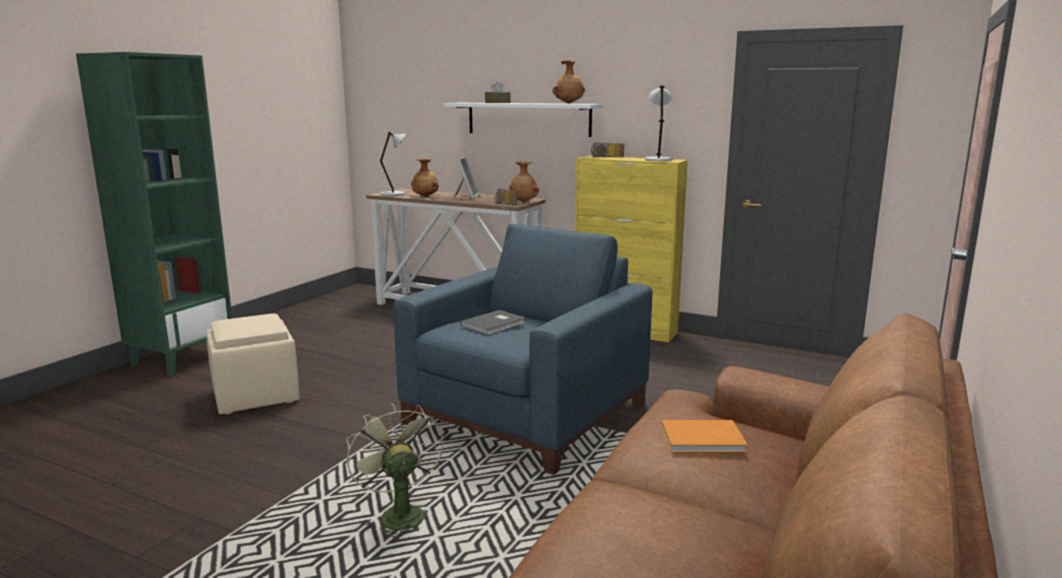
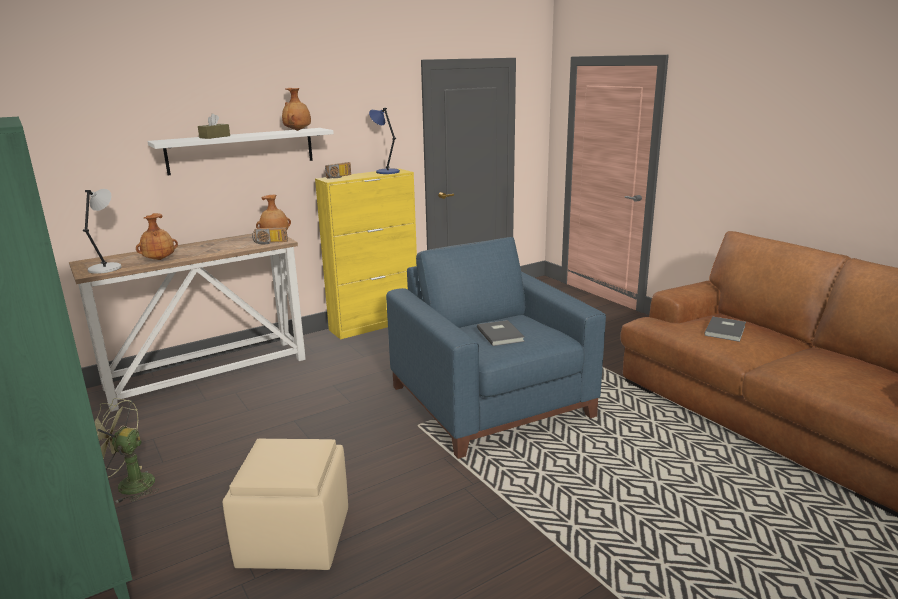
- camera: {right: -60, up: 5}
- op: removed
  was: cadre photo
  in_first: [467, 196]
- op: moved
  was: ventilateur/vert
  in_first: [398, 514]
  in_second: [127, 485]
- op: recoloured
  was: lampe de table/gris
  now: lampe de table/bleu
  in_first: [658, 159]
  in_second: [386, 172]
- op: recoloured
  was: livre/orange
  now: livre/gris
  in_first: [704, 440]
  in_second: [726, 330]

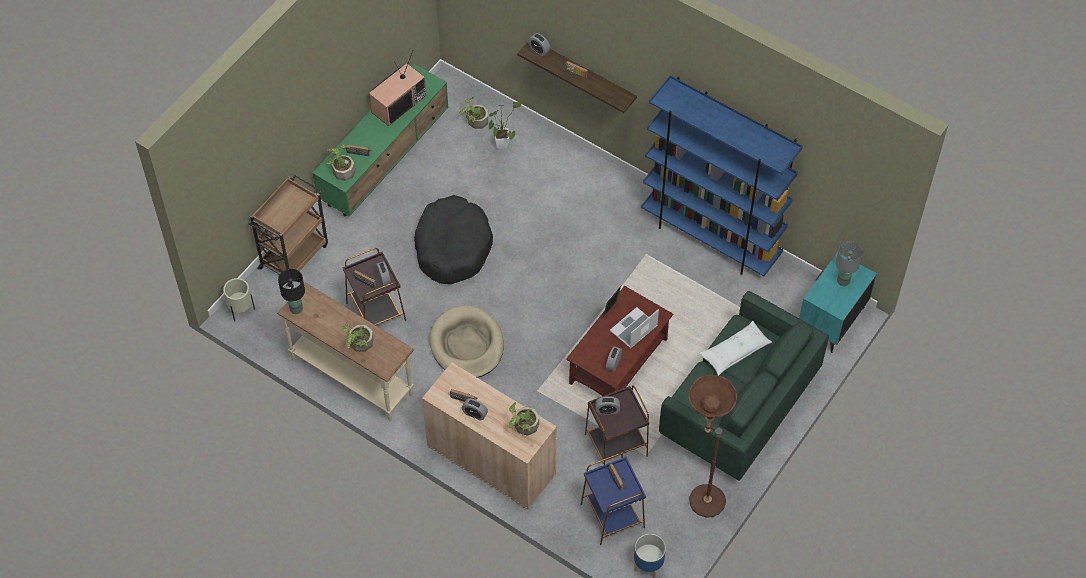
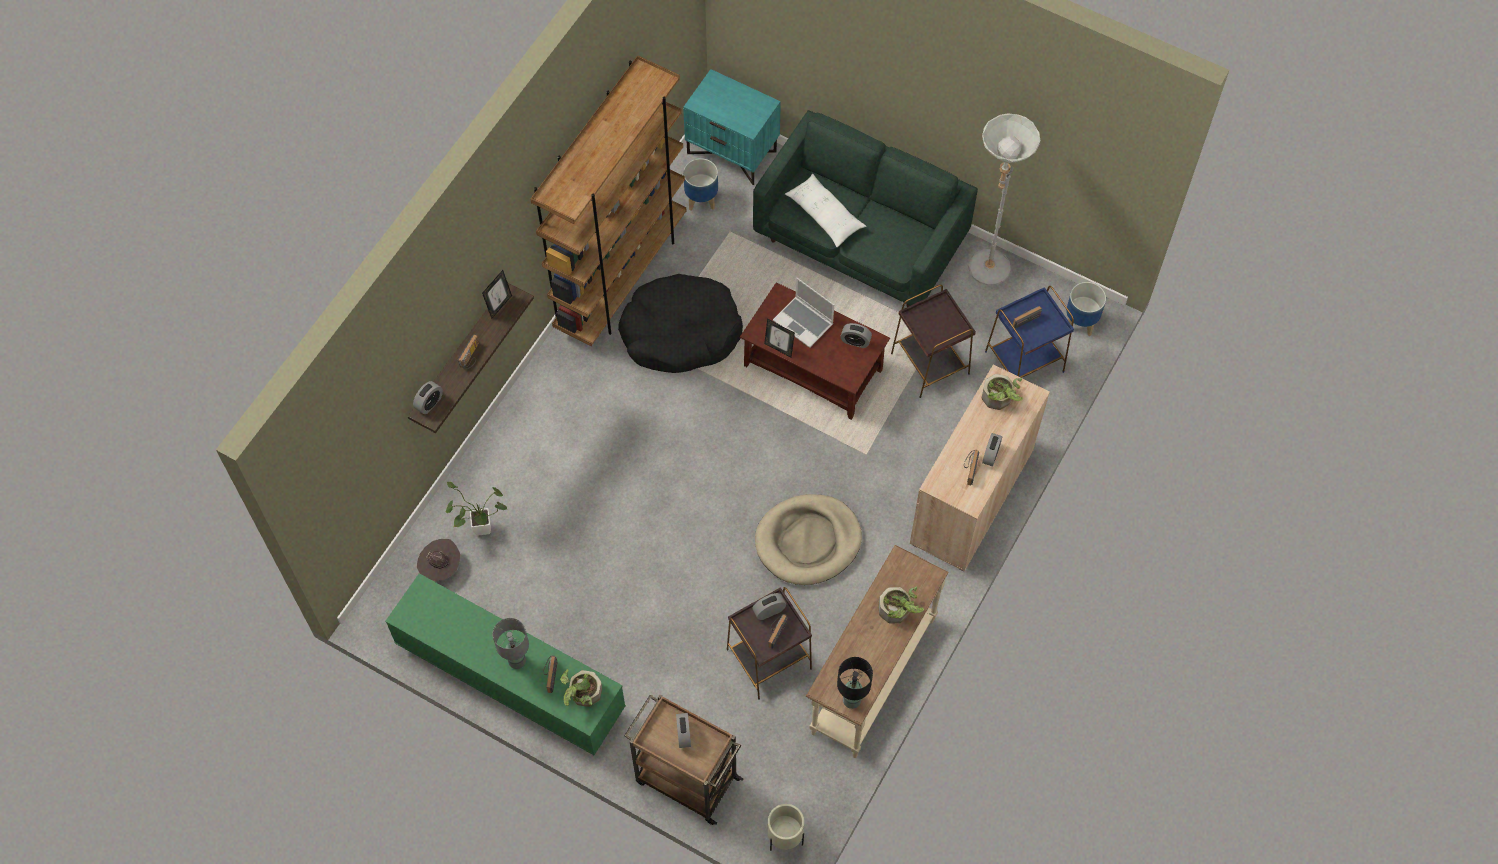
- camera: {right: -95, up: 5}
- op: removed
  was: téléviseur
  in_first: [398, 103]
- op: added
  now: cadre photo
  in_second: [499, 305]
- op: added
  now: cache-pot
  in_second: [702, 199]
- op: moved
  was: panier pour chien/noir
  in_first: [452, 247]
  in_second: [680, 332]
- op: moved
  was: réveil
  in_first: [607, 410]
  in_second: [683, 734]
- op: moved
  was: lampe de table/gris
  in_first: [843, 280]
  in_second: [516, 661]
- op: replaced
  was: plante en pot
  now: chapeau/marron
  in_first: [475, 121]
  in_second: [441, 567]
- op: recoloured
  was: bibliothèque/bleu
  now: bibliothèque/marron
  in_first: [711, 238]
  in_second: [621, 277]
- op: recoloured
  was: lampadaire/marron
  now: lampadaire/gris
  in_first: [700, 497]
  in_second: [984, 275]

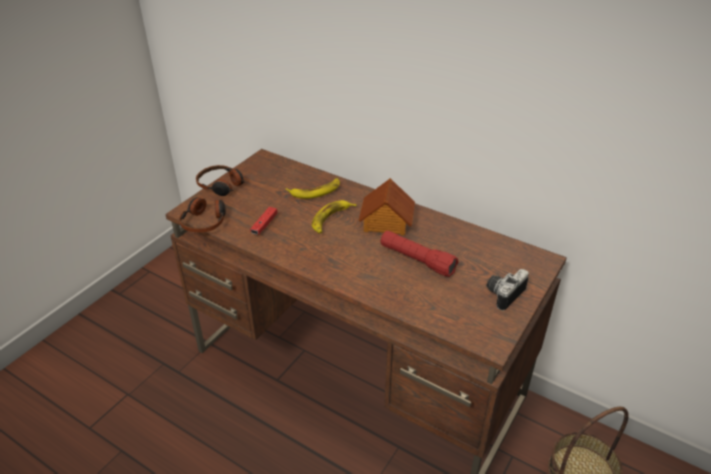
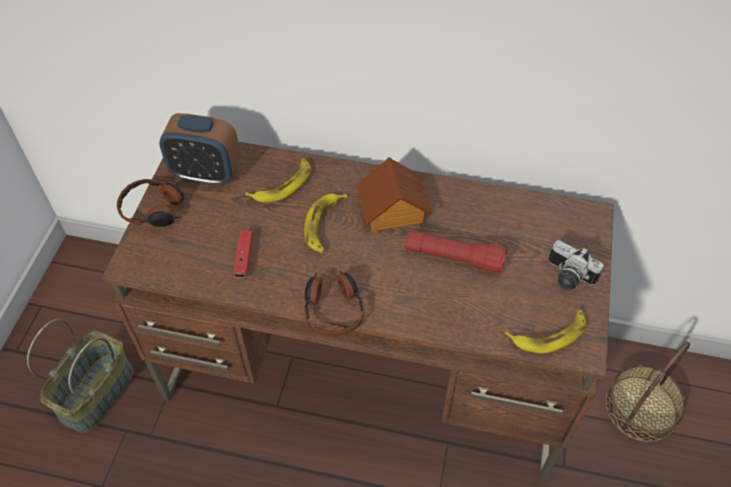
- camera: {right: -20, up: 15}
- op: added
  now: panier
  in_second: [96, 392]
- op: added
  now: réveil
  in_second: [206, 173]
- op: added
  now: banane
  in_second: [549, 334]
- op: moved
  was: casque audio
  in_first: [205, 221]
  in_second: [333, 308]
- op: turned
  was: appareil photo
  in_first: [503, 293]
  in_second: [567, 277]
  clockwise: -75

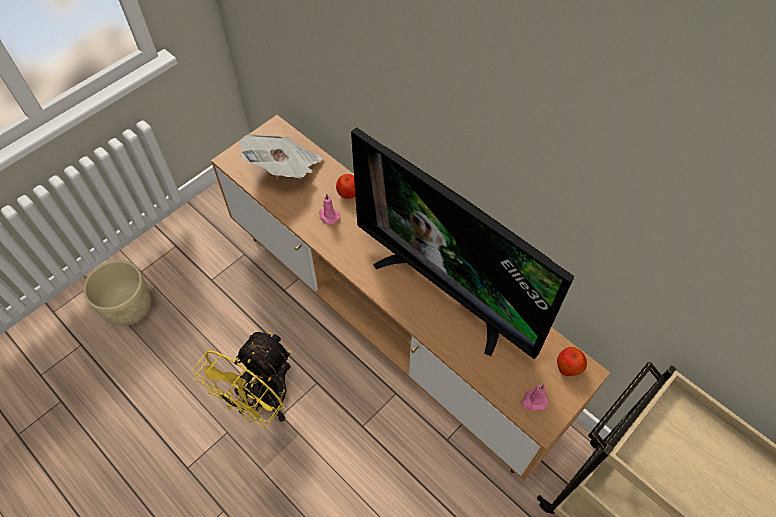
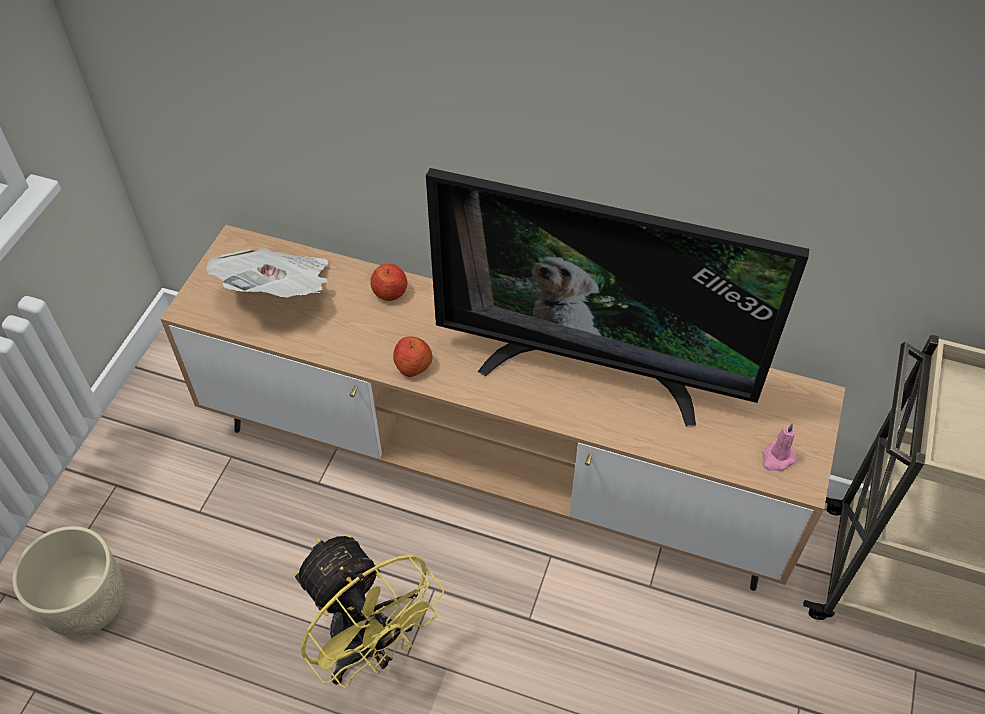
- camera: {right: -25, up: -5}
- op: removed
  was: bougie/rose
  in_first: [328, 216]
- op: moved
  was: pomme
  in_first: [568, 366]
  in_second: [413, 365]
- op: turned
  was: ventilateur/jaune
  in_first: [262, 401]
  in_second: [369, 648]
  clockwise: -45

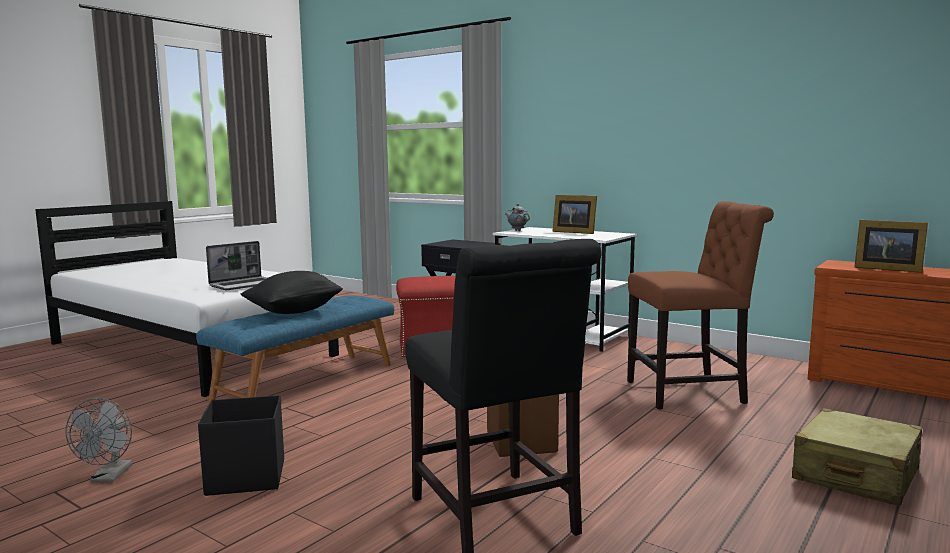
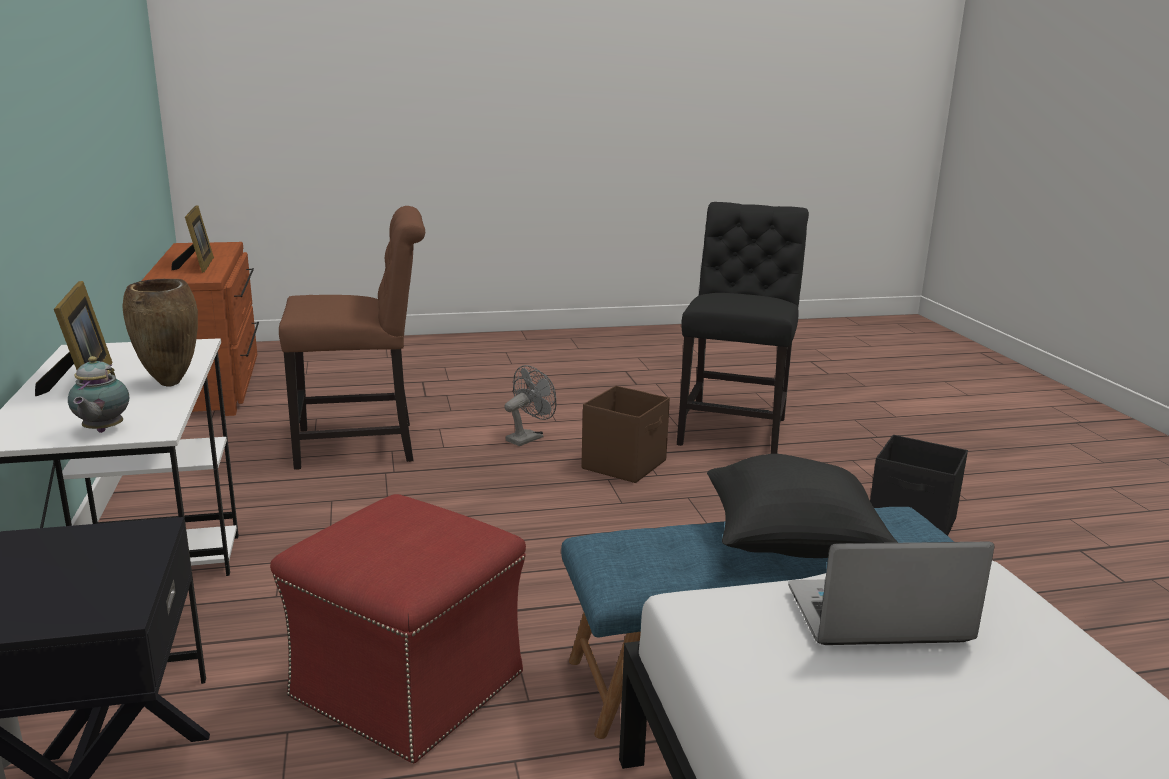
- camera: {right: -140, up: 10}
- op: removed
  was: valise/beige
  in_first: [855, 475]
- op: added
  now: vase/marron
  in_second: [170, 384]
- op: moved
  was: ventilateur/gris
  in_first: [109, 477]
  in_second: [528, 437]
- op: turned
  was: chaise/marron
  in_first: [691, 392]
  in_second: [363, 445]
  clockwise: 135

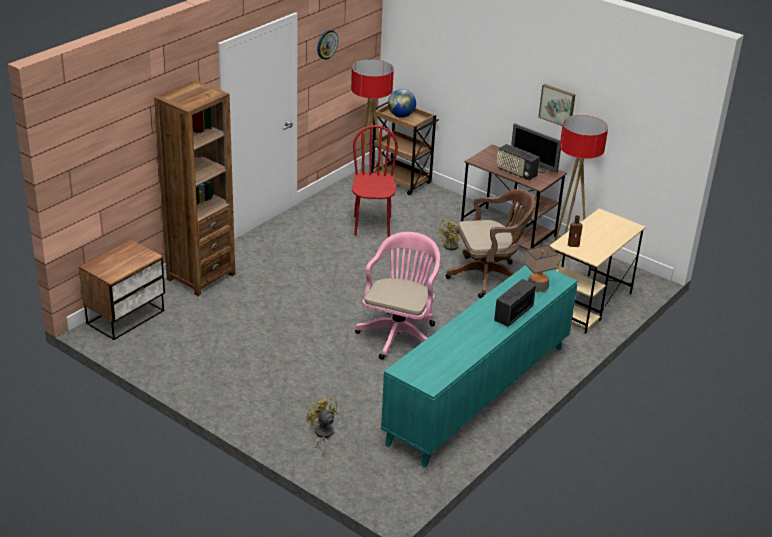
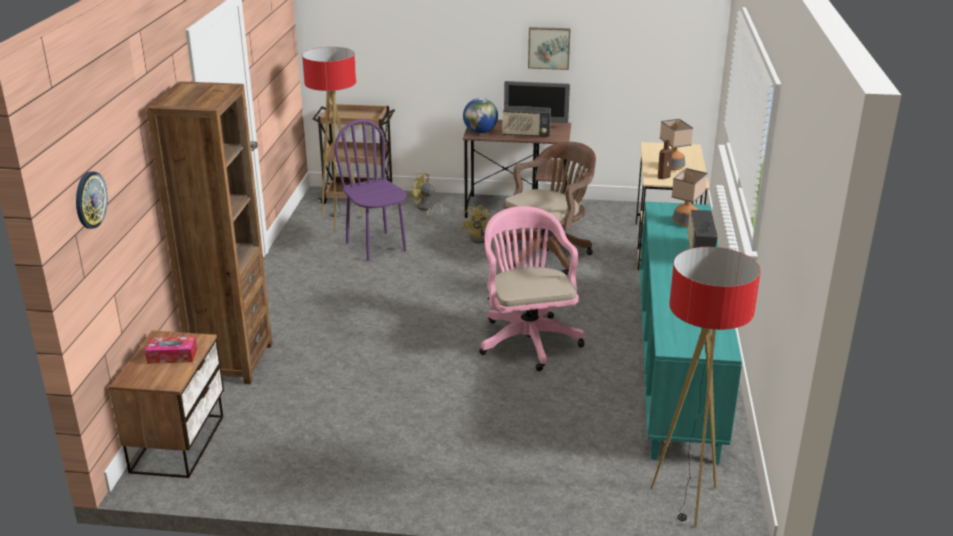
- camera: {right: -30, up: -5}
- op: added
  now: boîte à mouchoirs
  in_second: [172, 356]
- op: added
  now: lampe de table
  in_second: [672, 167]
- op: moved
  was: ventilateur/jaune
  in_first: [322, 435]
  in_second: [426, 209]
- op: moved
  was: horloge murale
  in_first: [327, 44]
  in_second: [90, 199]
- op: moved
  was: globe
  in_first: [401, 116]
  in_second: [480, 132]
- op: moved
  was: lampadaire
  in_first: [565, 260]
  in_second: [687, 501]
- op: recoloured
  was: chaise/rouge
  now: chaise/violet
  in_first: [372, 226]
  in_second: [376, 246]

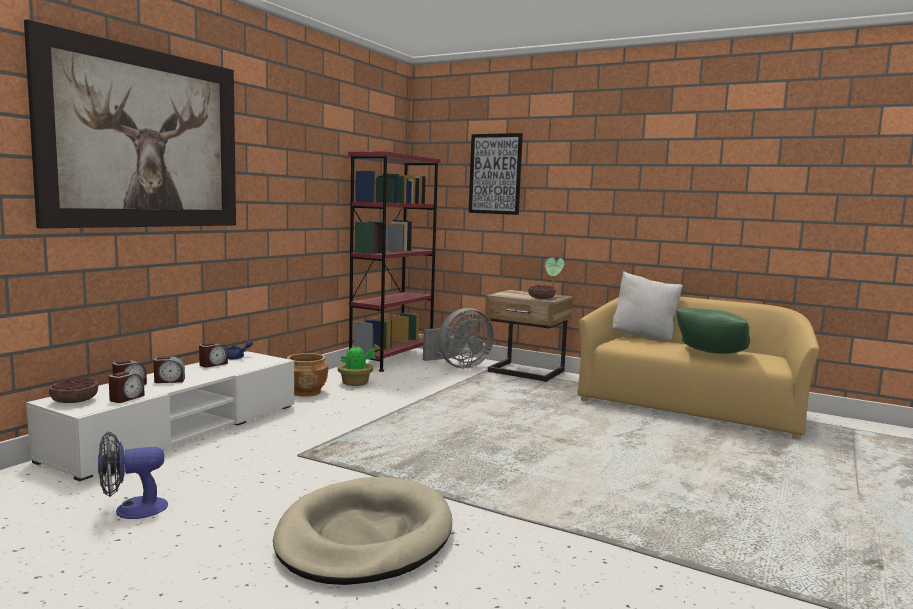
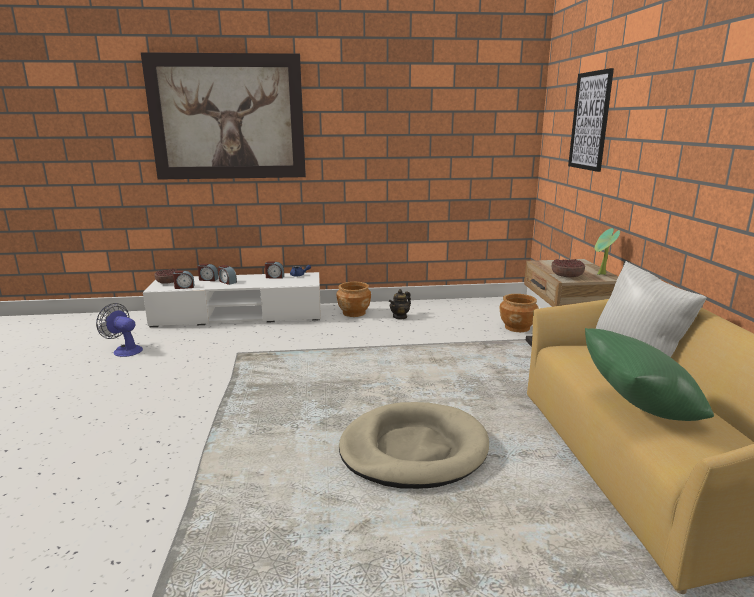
- camera: {right: 55, up: 10}
- op: removed
  was: bibliothèque/rouge
  in_first: [392, 359]
- op: moved
  was: panier pour chien/beige
  in_first: [364, 537]
  in_second: [413, 449]
- op: replaced
  was: plante en pot
  now: théière
  in_first: [356, 383]
  in_second: [400, 317]
- op: replaced
  was: ventilateur/gris
  now: cache-pot/marron
  in_first: [459, 366]
  in_second: [517, 327]

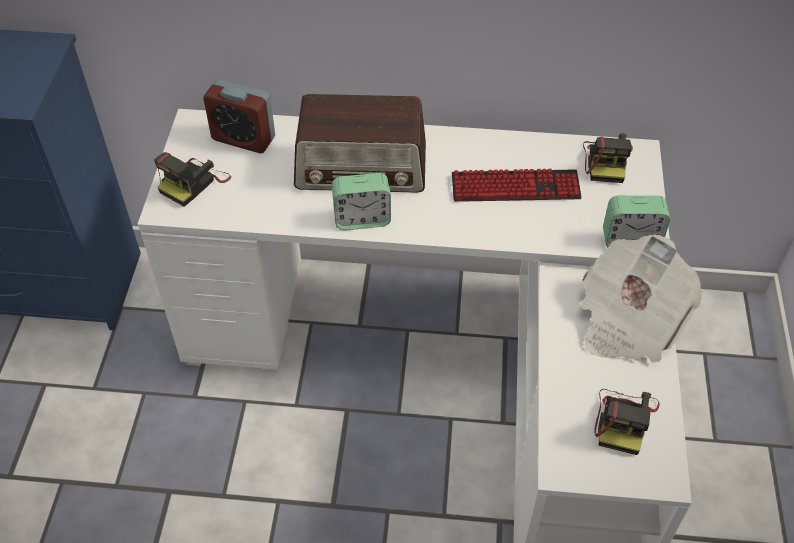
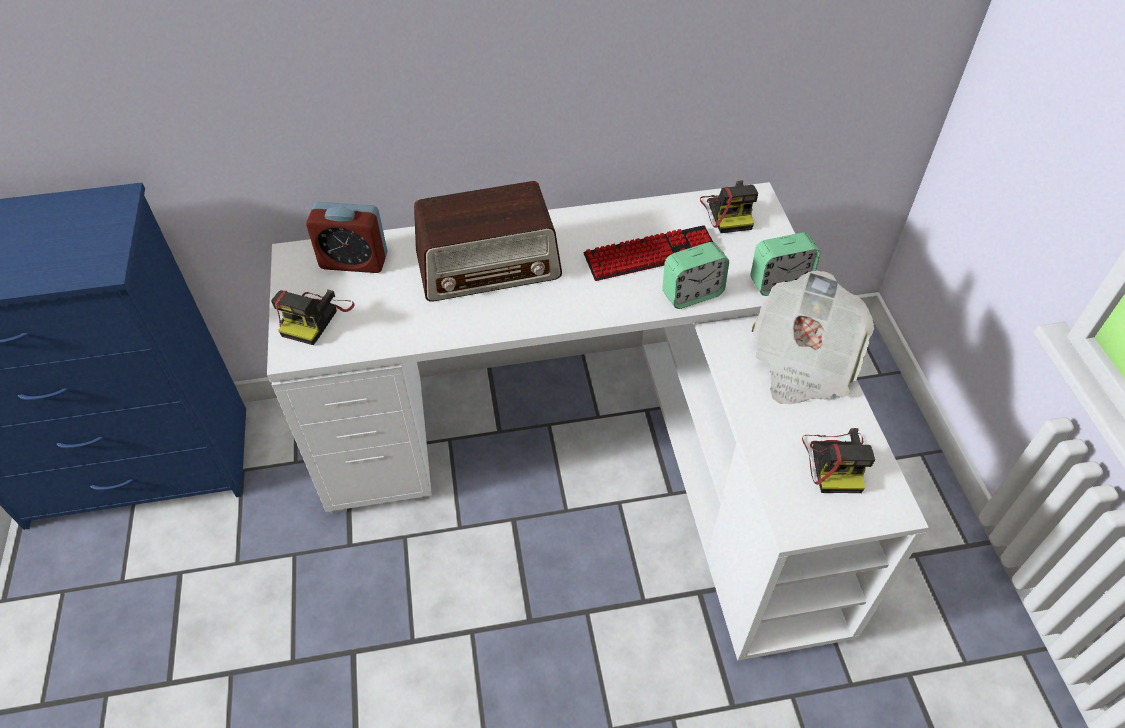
- camera: {right: -15, up: 0}
- op: moved
  was: réveil
  in_first: [362, 219]
  in_second: [692, 294]

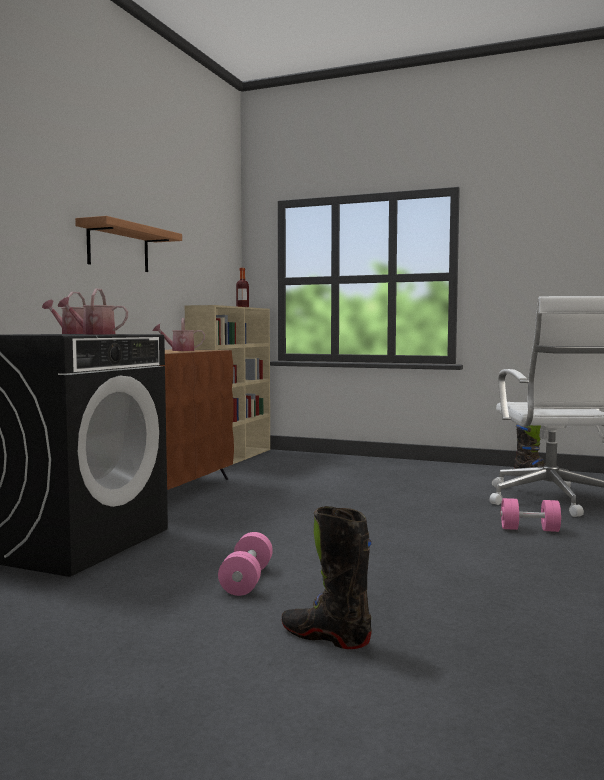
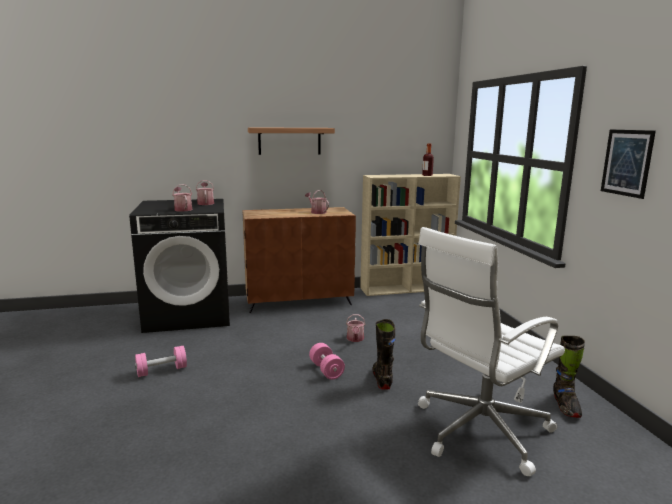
- camera: {right: 55, up: 10}
- op: added
  now: arrosoir
  in_second: [355, 339]
- op: added
  now: tableau
  in_second: [626, 162]
- op: moved
  was: botte/noir
  in_first: [325, 637]
  in_second: [382, 379]
- op: moved
  was: haltère/rose
  in_first: [529, 529]
  in_second: [326, 370]

